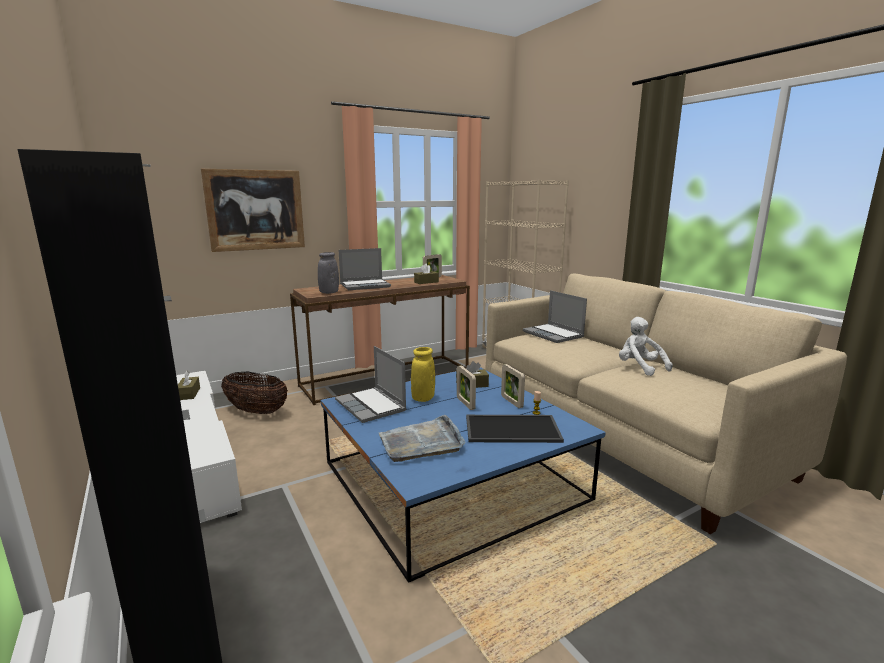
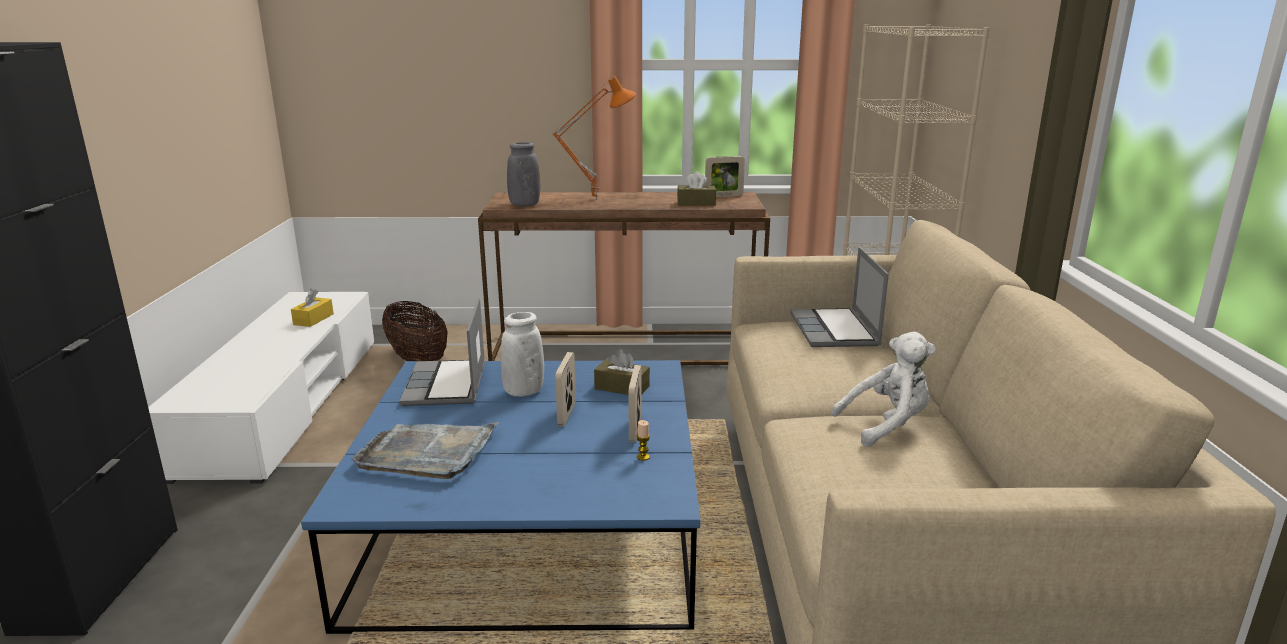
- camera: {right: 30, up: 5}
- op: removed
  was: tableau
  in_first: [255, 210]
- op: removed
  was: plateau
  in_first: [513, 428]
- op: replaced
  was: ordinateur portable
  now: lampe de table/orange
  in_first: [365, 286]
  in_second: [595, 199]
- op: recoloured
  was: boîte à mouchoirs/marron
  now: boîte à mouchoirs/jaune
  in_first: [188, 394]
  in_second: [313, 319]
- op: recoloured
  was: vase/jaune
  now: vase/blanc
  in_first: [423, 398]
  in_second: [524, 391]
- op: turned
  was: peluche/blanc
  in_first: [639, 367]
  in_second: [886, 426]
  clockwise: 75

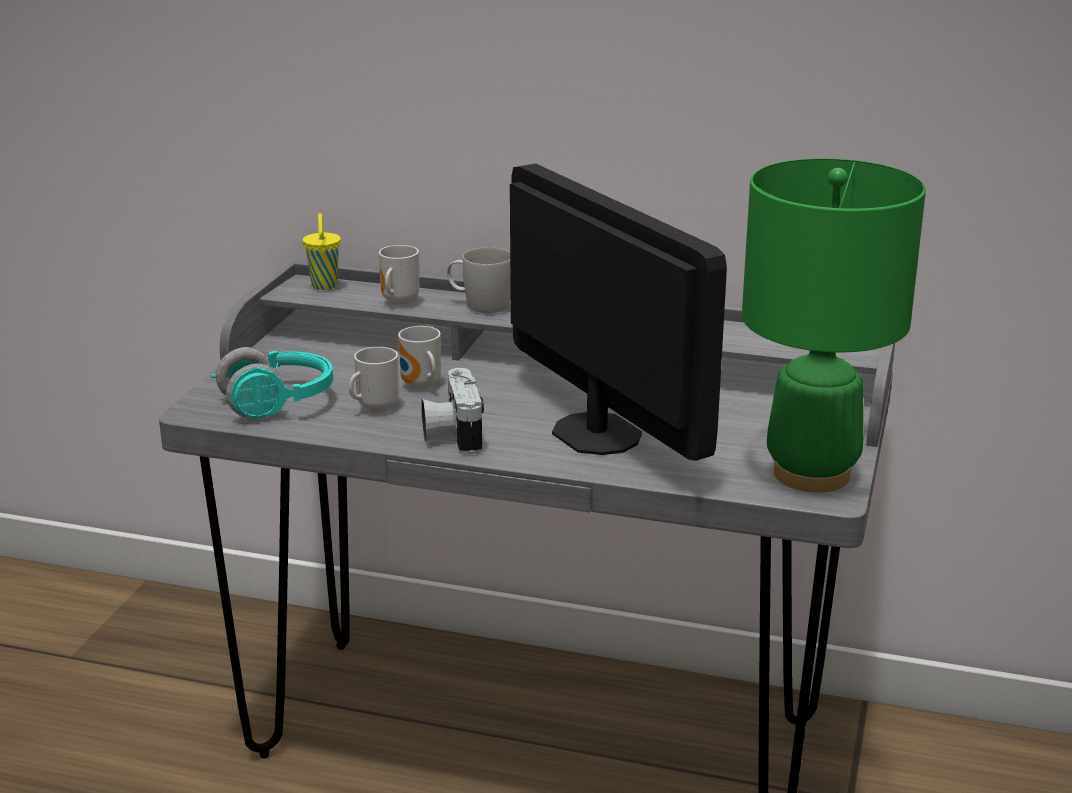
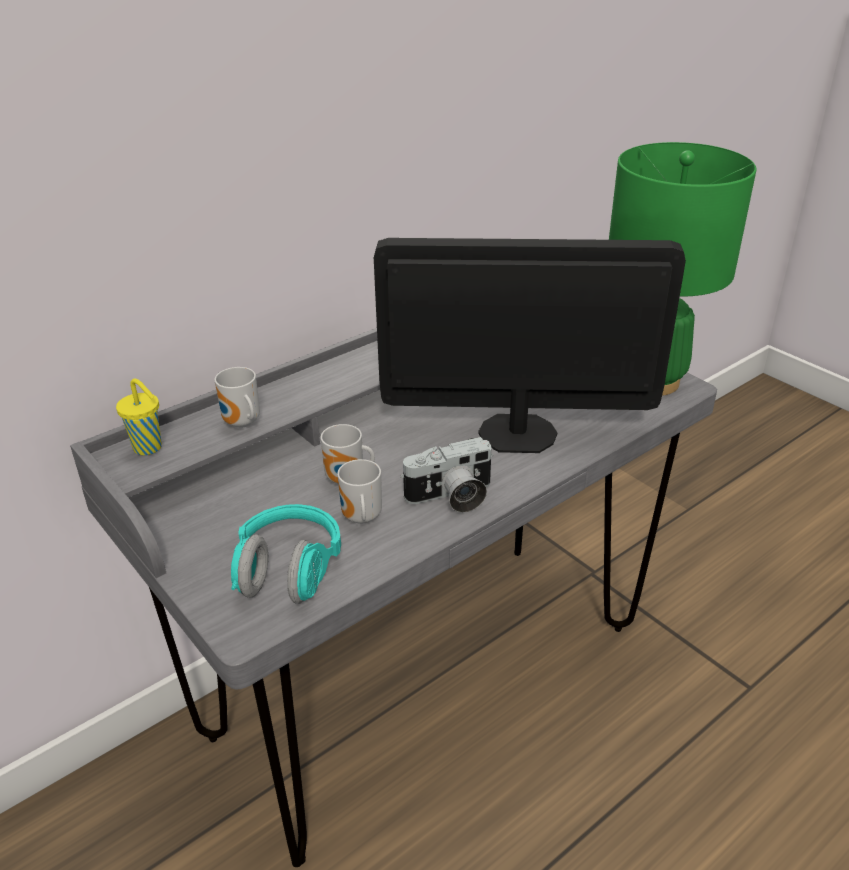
- camera: {right: -55, up: 10}
- op: removed
  was: mug/blanc
  in_first: [479, 304]
- op: turned
  was: appareil photo
  in_first: [451, 434]
  in_second: [451, 497]
  clockwise: -45

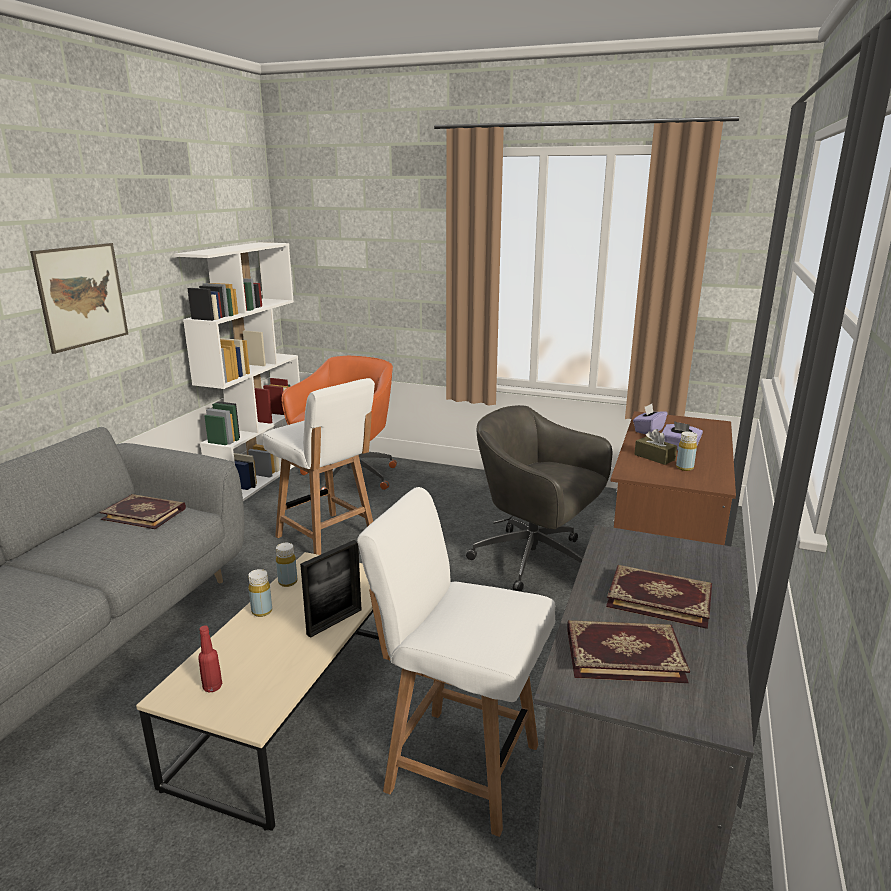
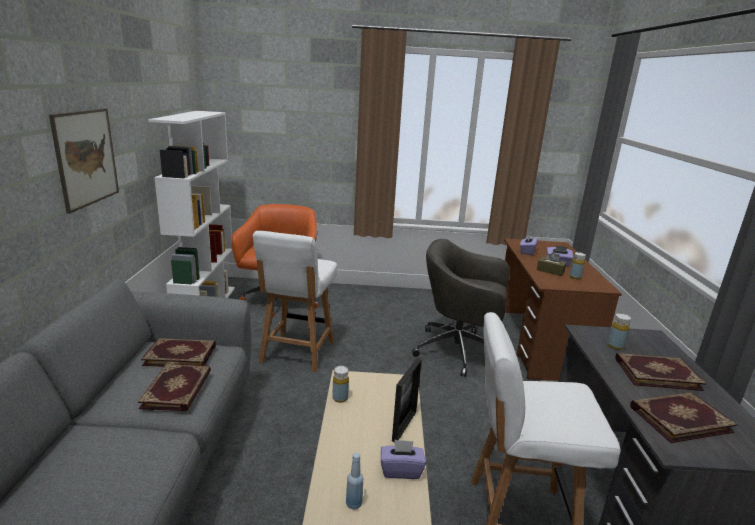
- camera: {right: -20, up: 0}
- op: added
  now: livre
  in_second: [178, 389]
- op: added
  now: boîte à mouchoirs/violet
  in_second: [401, 470]
- op: moved
  was: bouteille/jaune
  in_first: [262, 611]
  in_second: [615, 346]
- op: recoloured
  was: bouteille/rouge
  now: bouteille/bleu
  in_first: [212, 687]
  in_second: [353, 503]
- op: turned
  was: chaise/blanc
  in_first: [327, 538]
  in_second: [296, 353]
  clockwise: 75

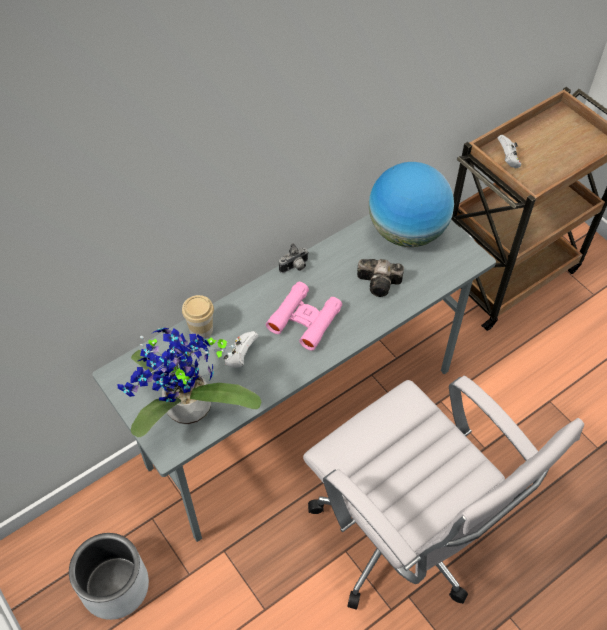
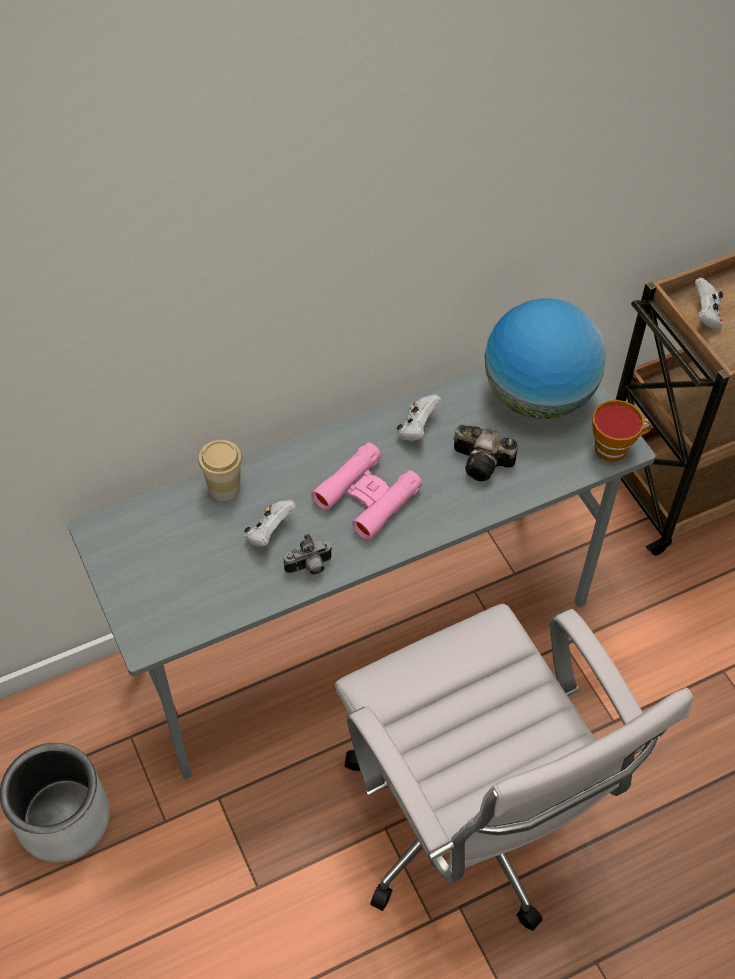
- camera: {right: 10, up: 0}
- op: removed
  was: plante en pot
  in_first: [187, 413]
- op: added
  now: manette/blanc
  in_second: [417, 428]
- op: added
  now: tasse
  in_second: [615, 448]
- op: moved
  was: appareil photo
  in_first: [295, 267]
  in_second: [309, 567]

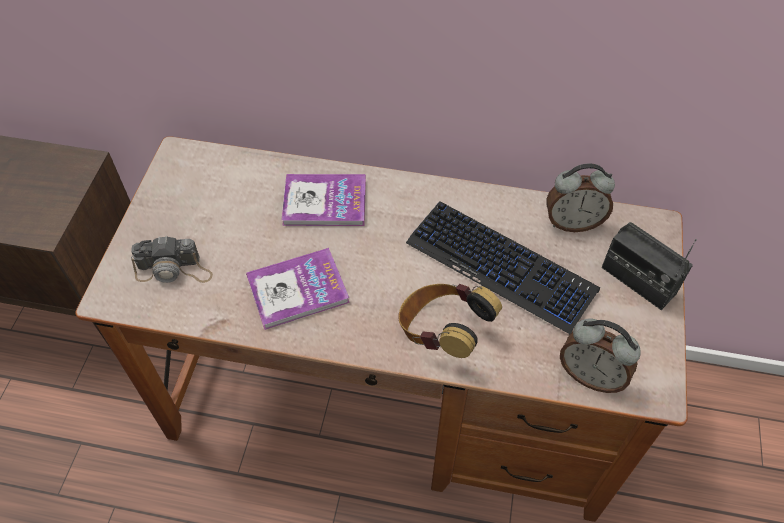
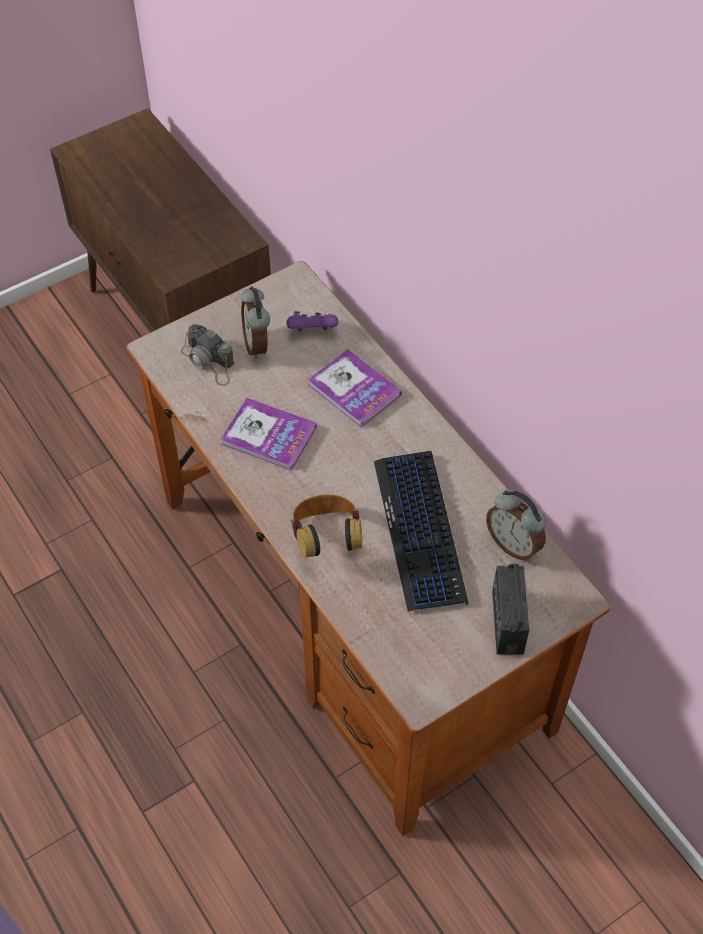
- camera: {right: 45, up: 0}
- op: added
  now: manette/violet
  in_second: [312, 331]
- op: moved
  was: réveil
  in_first: [590, 375]
  in_second: [257, 344]

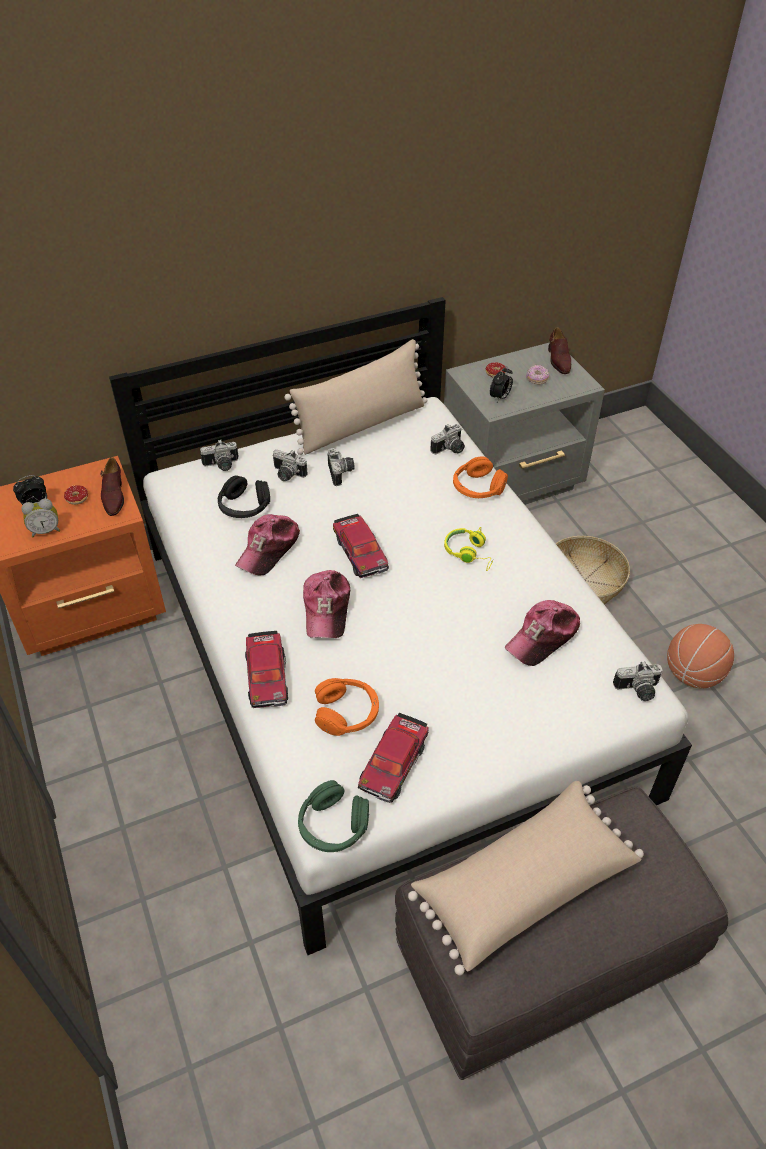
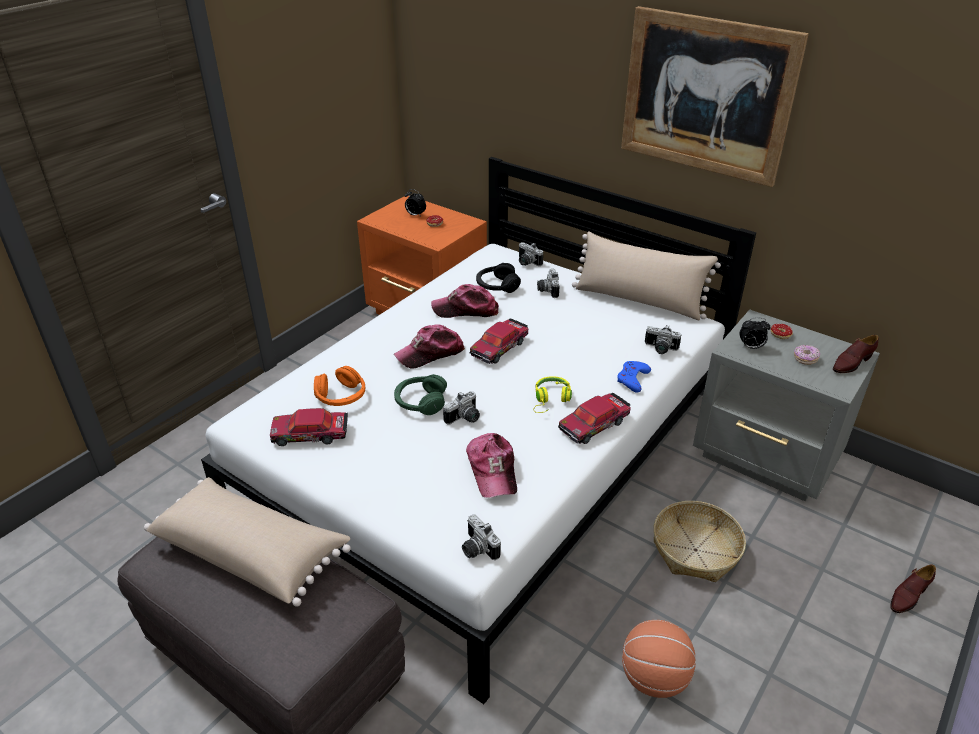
- camera: {right: 60, up: -10}
- op: removed
  was: réveil
  in_first: [45, 531]
- op: added
  now: tableau
  in_second: [706, 96]
- op: moved
  was: chaussure/marron
  in_first: [113, 496]
  in_second: [908, 595]
- op: moved
  was: petite voiture
  in_first: [267, 675]
  in_second: [594, 424]
- op: moved
  was: casque audio/vert
  in_first: [333, 826]
  in_second: [420, 402]
- op: moved
  was: appareil photo
  in_first: [342, 473]
  in_second: [465, 419]
- op: replaced
  was: casque audio/orange
  now: manette/bleu
  in_first: [477, 488]
  in_second: [632, 379]
- op: turned
  was: casquette
  in_first: [543, 637]
  in_second: [493, 470]
  clockwise: -120

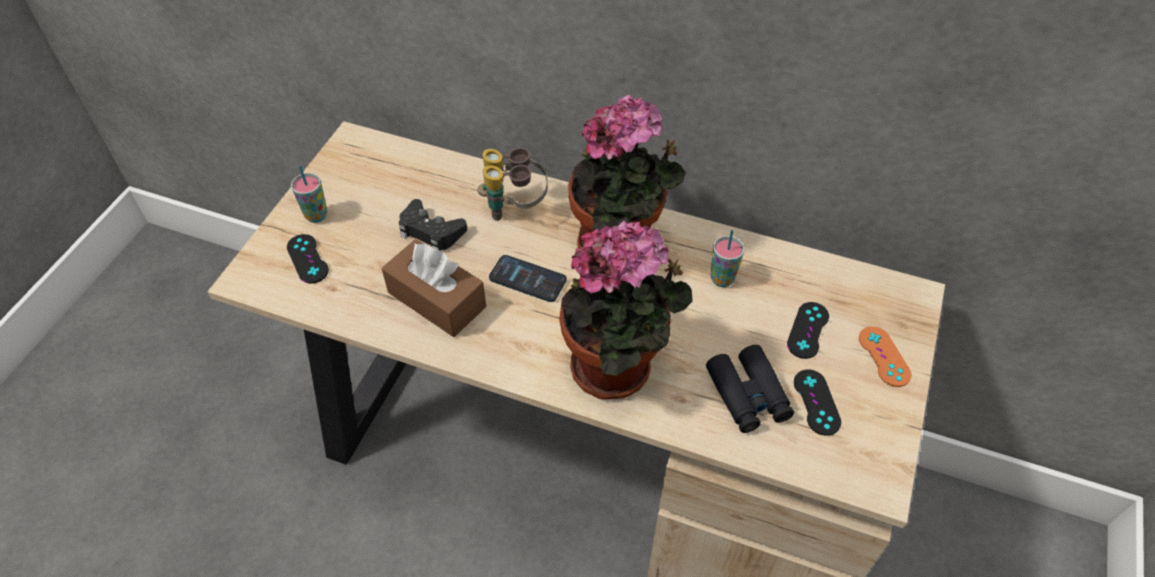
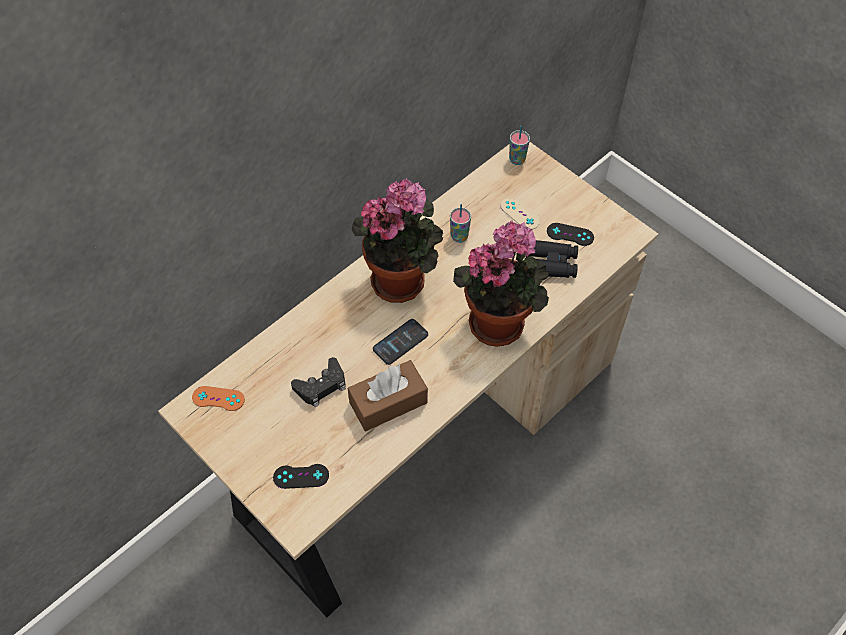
- camera: {right: -65, up: 5}
- op: removed
  was: jumelles
  in_first: [514, 207]
- op: moved
  was: tasse
  in_first: [316, 215]
  in_second: [517, 160]
- op: moved
  was: manette/orange
  in_first: [884, 356]
  in_second: [218, 398]
- op: recoloured
  was: manette/noir
  now: manette/beige
  in_first: [808, 330]
  in_second: [519, 214]

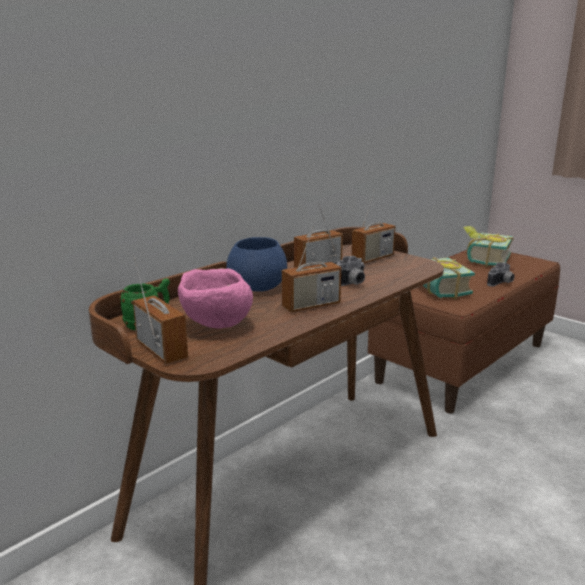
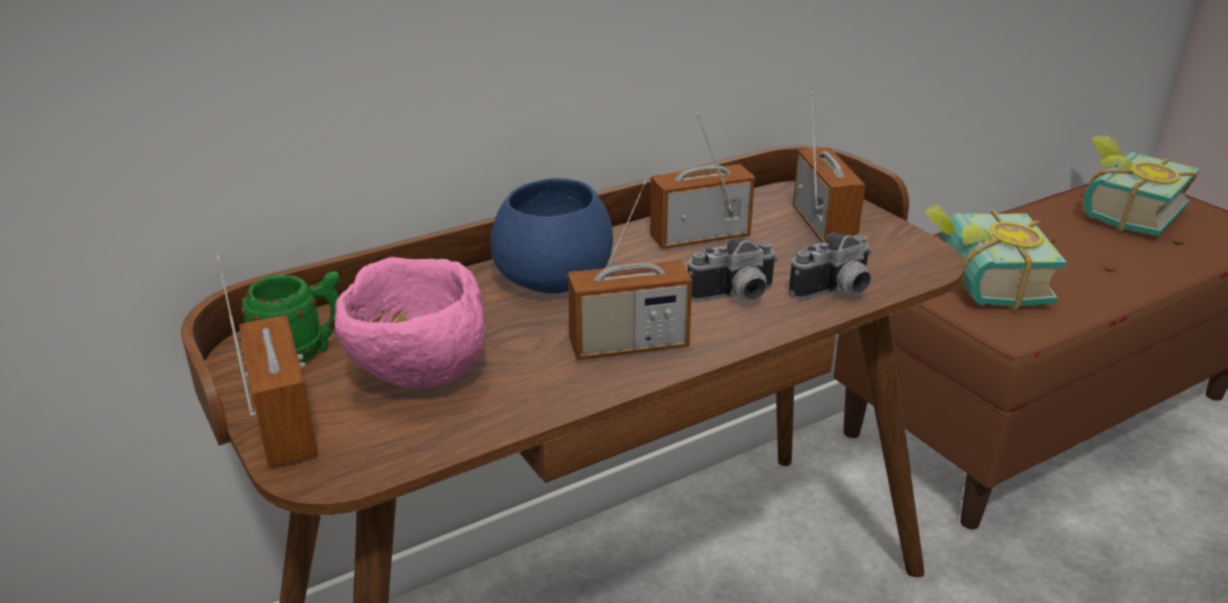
- camera: {right: 15, up: 10}
- op: moved
  was: appareil photo
  in_first: [501, 283]
  in_second: [836, 292]
- op: turned
  was: radio
  in_first: [372, 258]
  in_second: [823, 226]
  clockwise: -75

